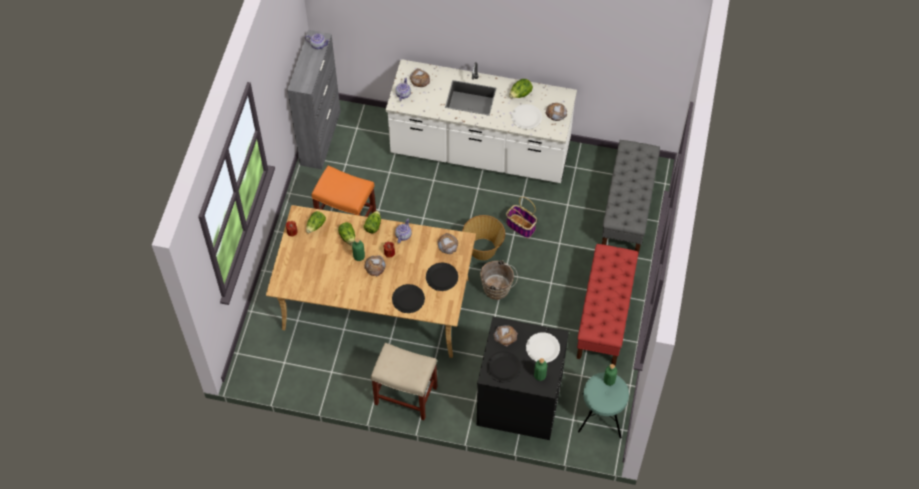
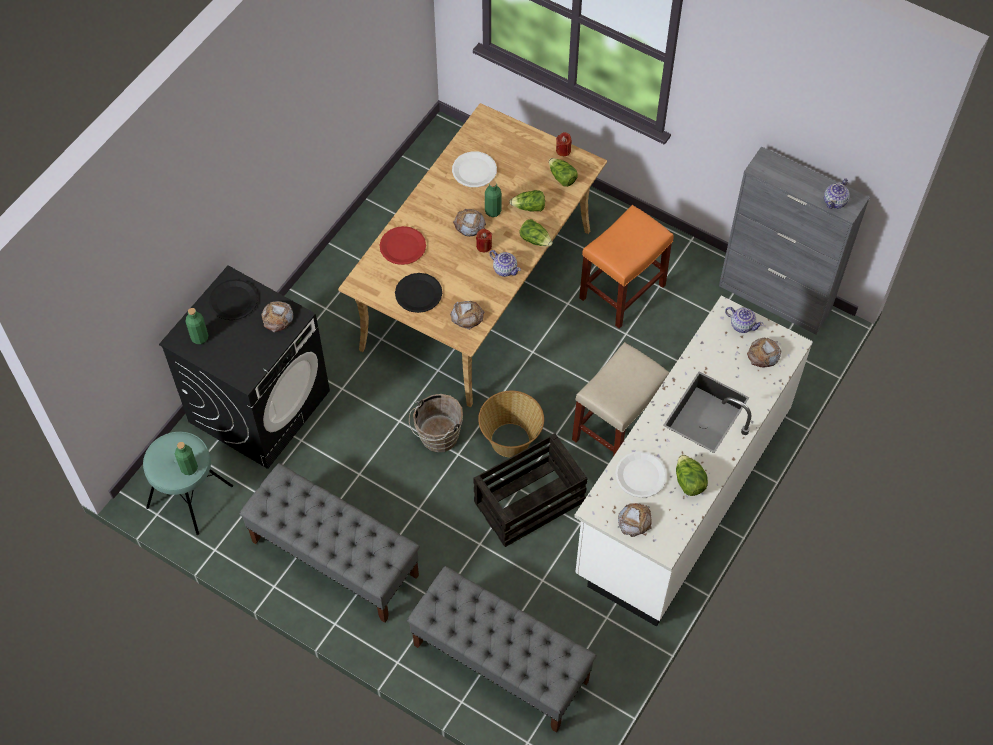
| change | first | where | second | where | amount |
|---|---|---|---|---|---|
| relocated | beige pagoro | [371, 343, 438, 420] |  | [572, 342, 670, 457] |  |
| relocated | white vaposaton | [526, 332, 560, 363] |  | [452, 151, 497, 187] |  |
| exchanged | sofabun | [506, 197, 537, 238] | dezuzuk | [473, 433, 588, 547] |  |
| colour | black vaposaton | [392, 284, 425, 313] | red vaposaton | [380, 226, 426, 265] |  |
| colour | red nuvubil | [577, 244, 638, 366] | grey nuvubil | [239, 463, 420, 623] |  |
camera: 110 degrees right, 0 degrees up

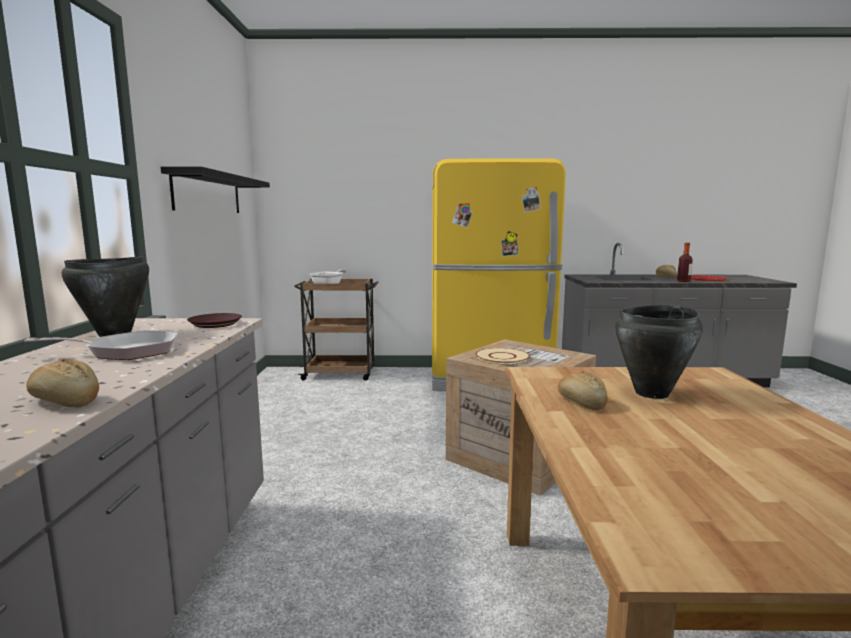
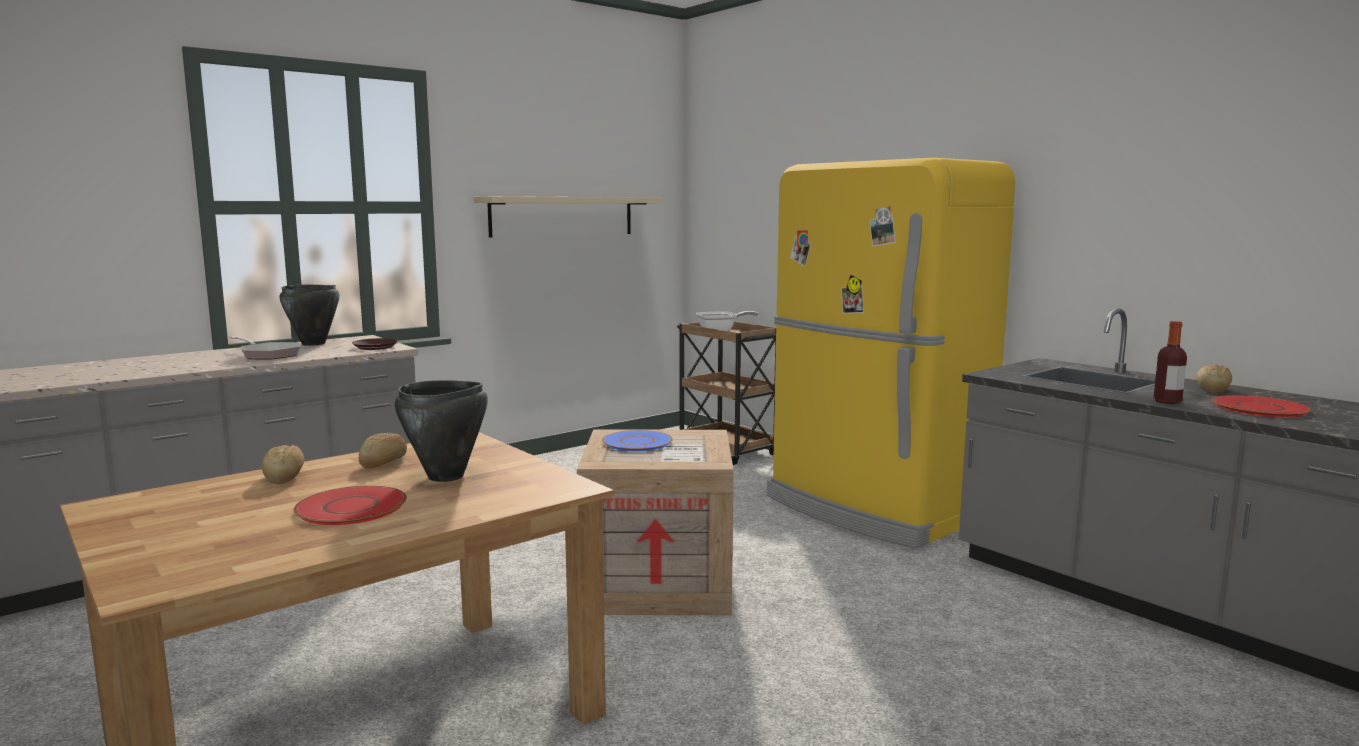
| change | first | where | second | where | amount |
|---|---|---|---|---|---|
| appeared |  |  | red vaposaton | [293, 486, 407, 525] |  |
| relocated | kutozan | [26, 359, 99, 407] |  | [262, 445, 304, 484] |  |
| colour | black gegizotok | [161, 167, 270, 213] | beige gegizotok | [473, 196, 662, 238] |  |
| colour | beige vaposaton | [475, 348, 530, 364] | blue vaposaton | [602, 430, 673, 451] |  |
camera: 50 degrees right, 0 degrees up

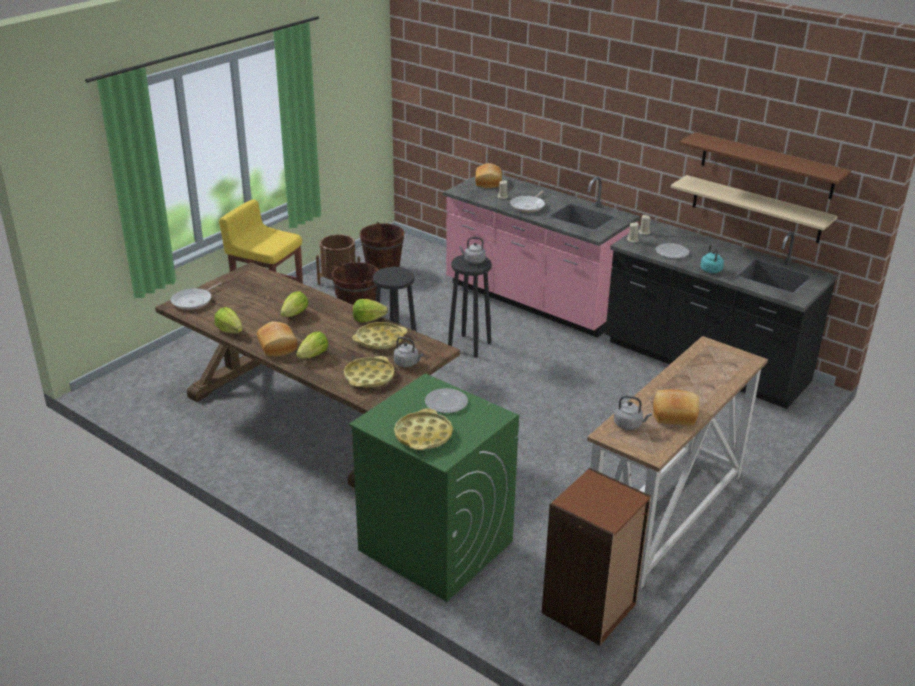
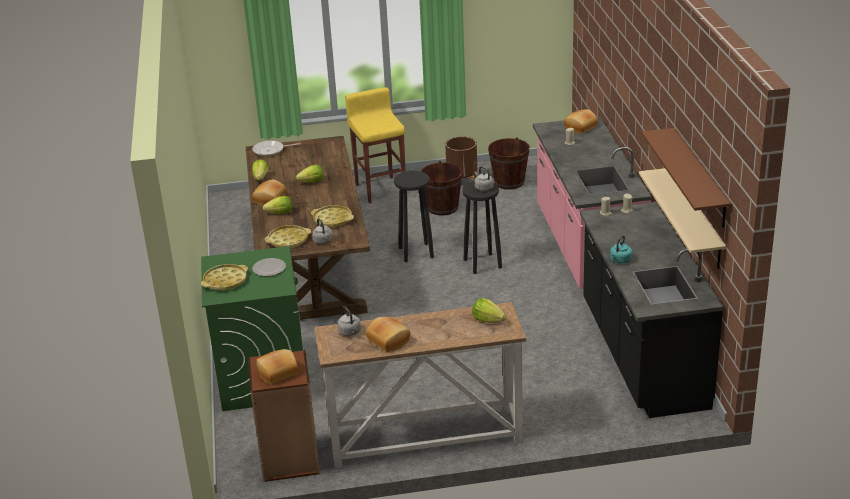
| change | first | where | second | where | amount |
|---|---|---|---|---|---|
| missing | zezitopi | [510, 191, 545, 212] |  |  |  |
| missing | vaposaton | [655, 243, 689, 259] |  |  |  |
| appeared |  |  | kutozan | [256, 349, 298, 384] |  |
| relocated | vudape | [353, 299, 388, 322] |  | [472, 298, 506, 323] |  |
camera: 45 degrees right, 0 degrees up

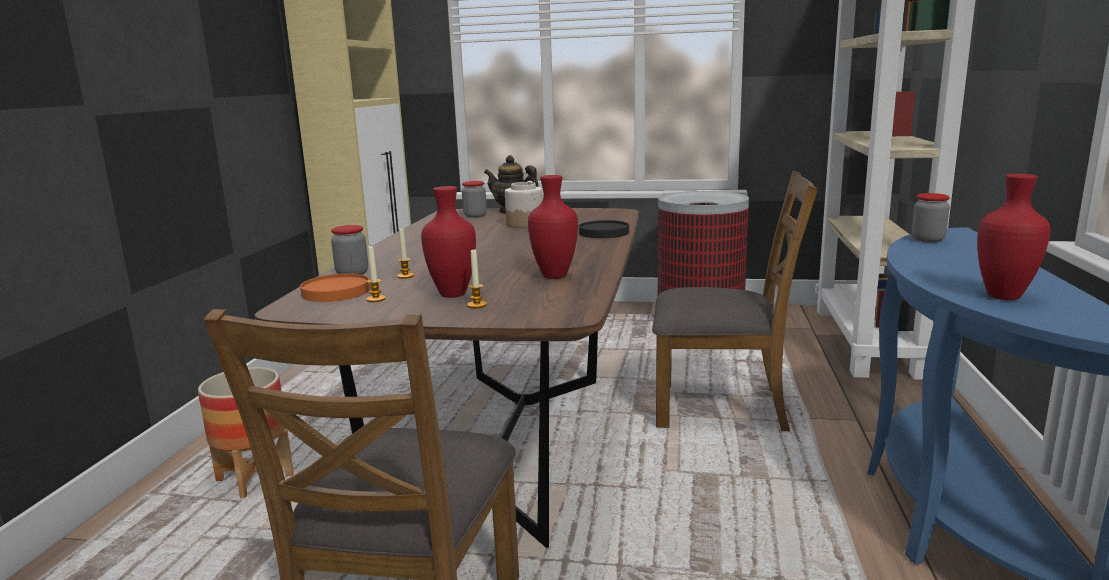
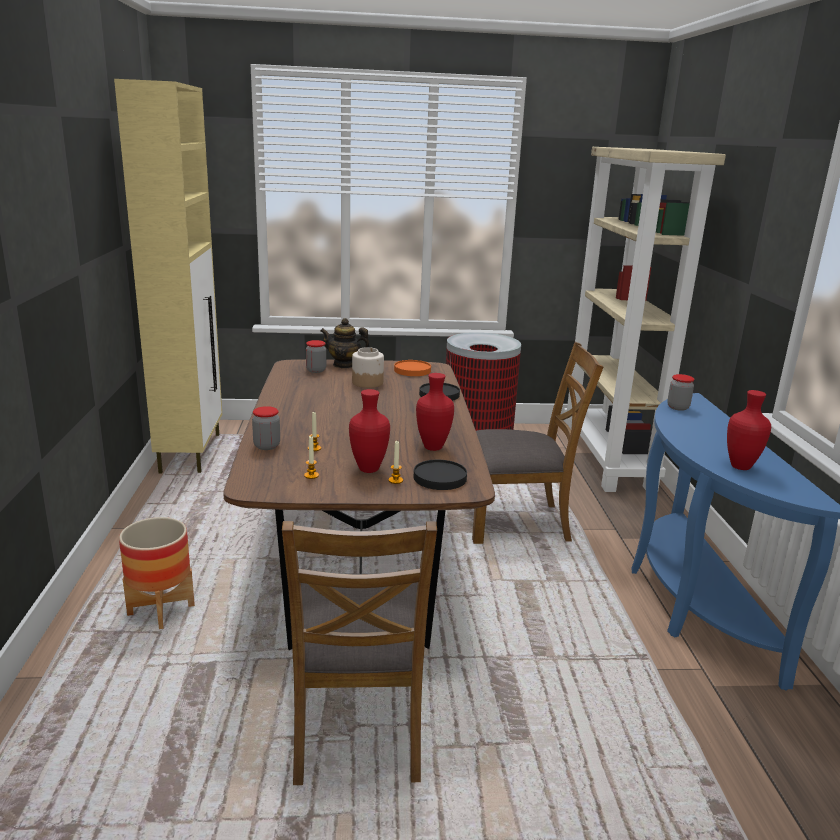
| change | first | where | second | where | amount |
|---|---|---|---|---|---|
| appeared |  |  | black vaposaton | [414, 460, 467, 490] |  |
| relocated | orange vaposaton | [300, 273, 370, 302] |  | [394, 360, 431, 376] |  |
camera: 15 degrees left, 5 degrees up

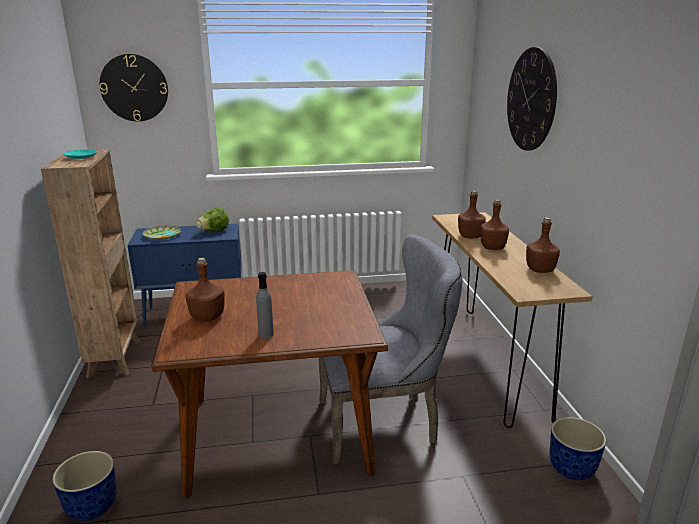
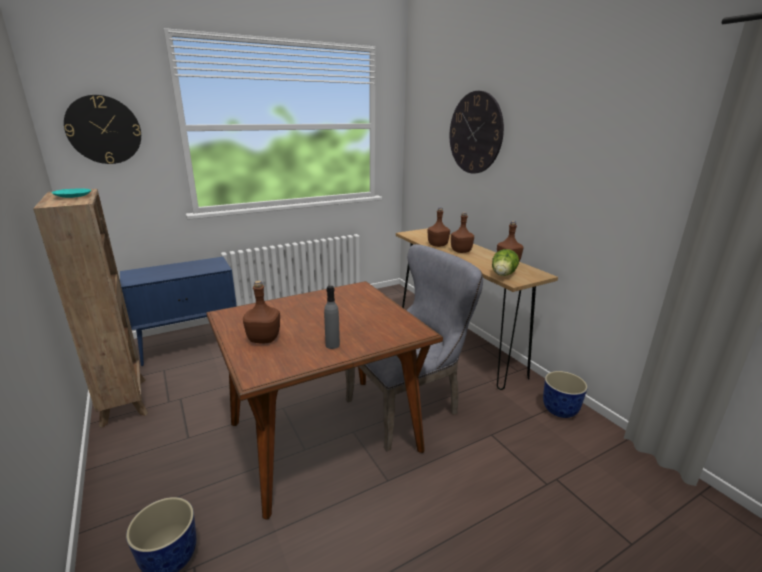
| change | first | where | second | where | amount |
|---|---|---|---|---|---|
| missing | vaposaton | [143, 225, 181, 240] |  |  |  |
| relocated | vudape | [196, 208, 229, 231] |  | [492, 249, 519, 276] |  |
camera: 20 degrees left, 0 degrees up

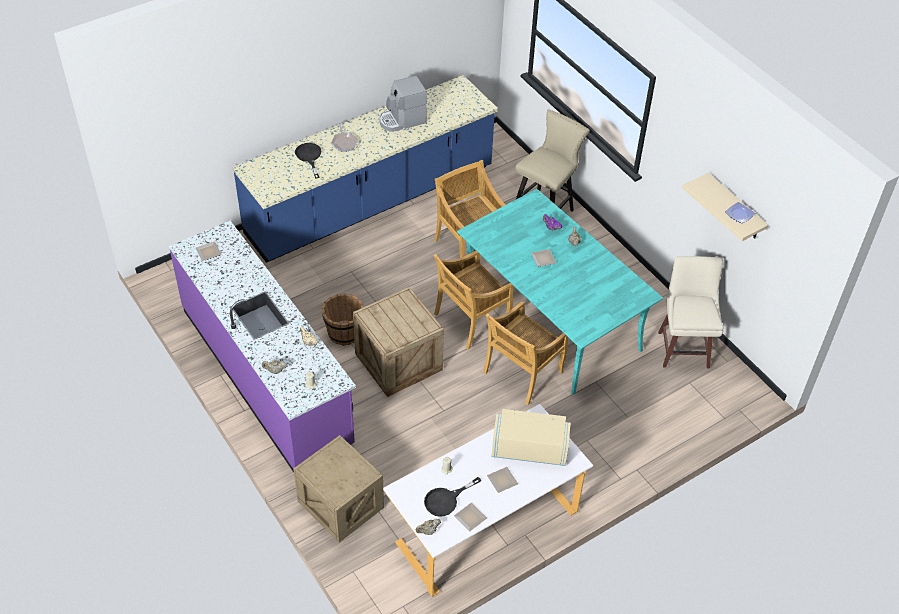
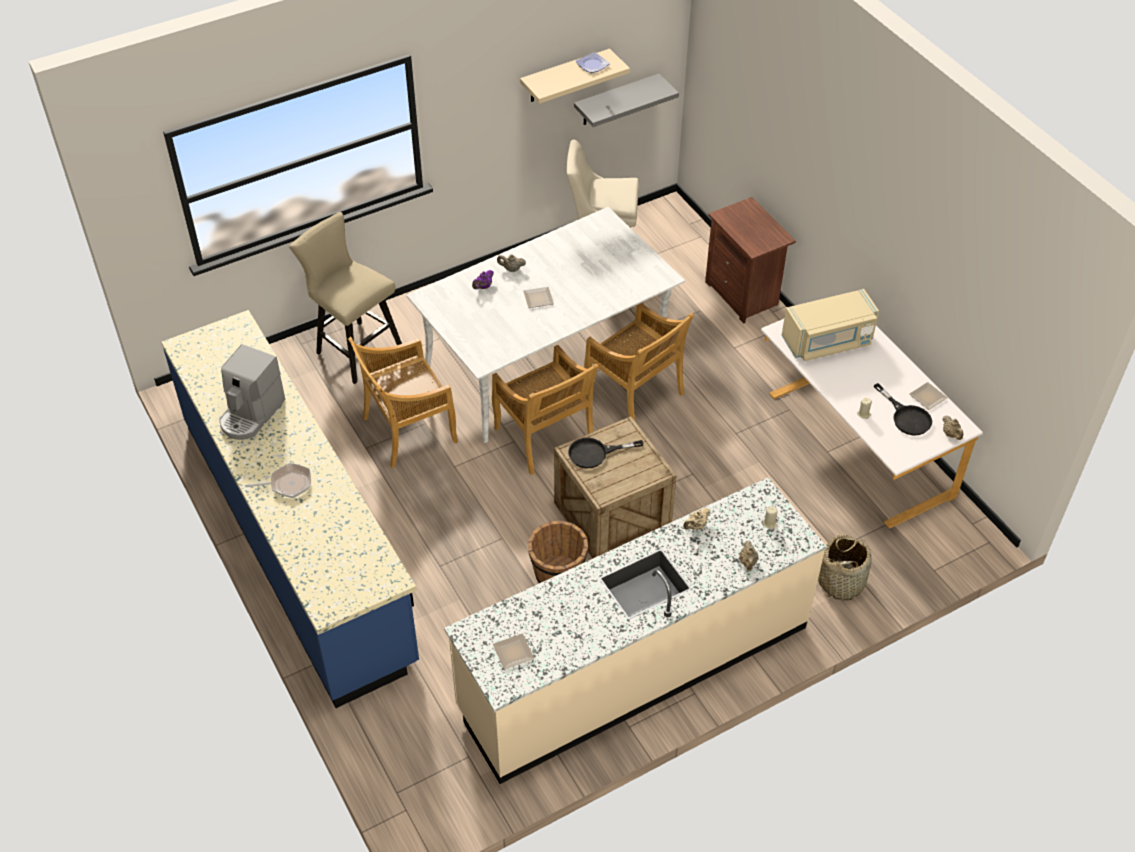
| change | first | where | second | where | amount |
|---|---|---|---|---|---|
| missing | vaposaton | [487, 467, 518, 493] |  |  |  |
| appeared |  |  | grey gegizotok | [574, 74, 679, 127] |  |
| appeared |  |  | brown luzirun | [705, 197, 796, 324] |  |
| relocated | black zezitopi | [295, 143, 321, 179] |  | [568, 437, 643, 469] |  |
| exchanged | dezuzuk | [293, 435, 384, 542] | sofabun | [818, 534, 871, 601] |  |
| colour | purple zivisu | [169, 221, 356, 472] | beige zivisu | [444, 478, 827, 784] |  |
| colour | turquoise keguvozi | [457, 189, 663, 395] | white keguvozi | [407, 207, 685, 443] |  |
| spun | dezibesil | [379, 76, 427, 132] |  | [219, 344, 286, 440] | 45 degrees clockwise |
| spun | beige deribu | [492, 409, 571, 466] |  | [782, 289, 879, 361] | 120 degrees counterclockwise |
camera: 85 degrees left, 0 degrees up

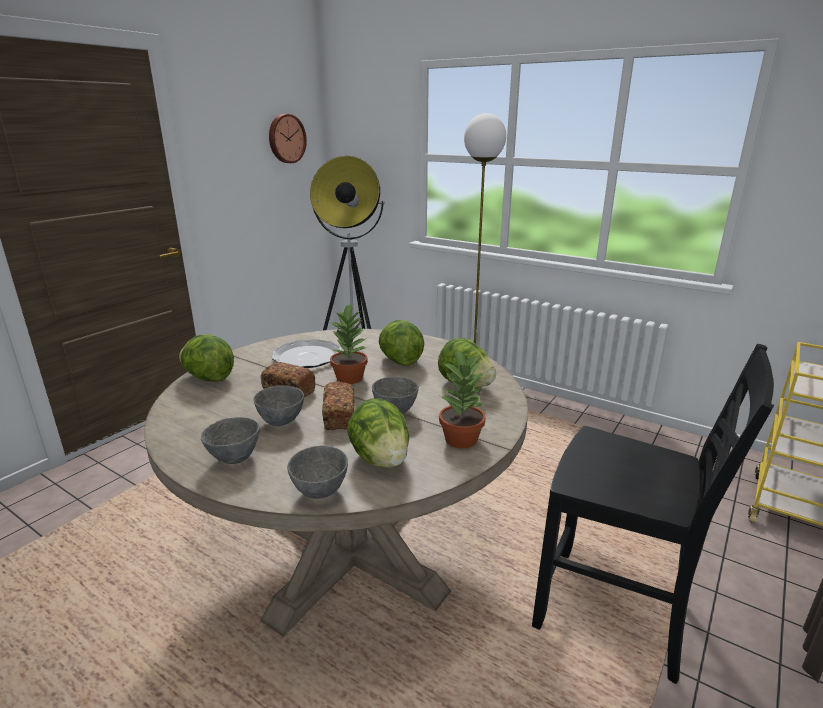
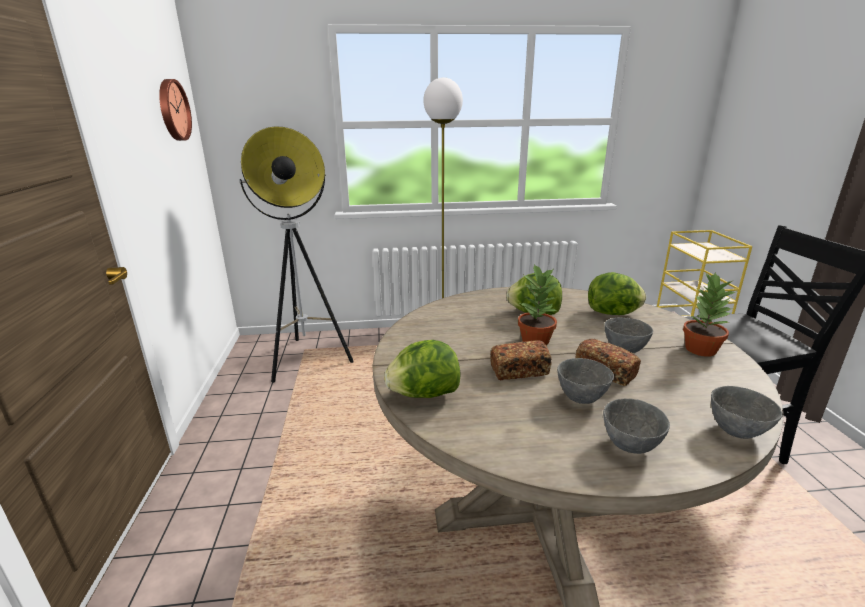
| change | first | where | second | where | amount |
|---|---|---|---|---|---|
| missing | vaposaton | [271, 339, 341, 368] |  |  |  |
| missing | vudape | [347, 398, 409, 468] |  |  |  |
camera: 40 degrees left, 0 degrees up

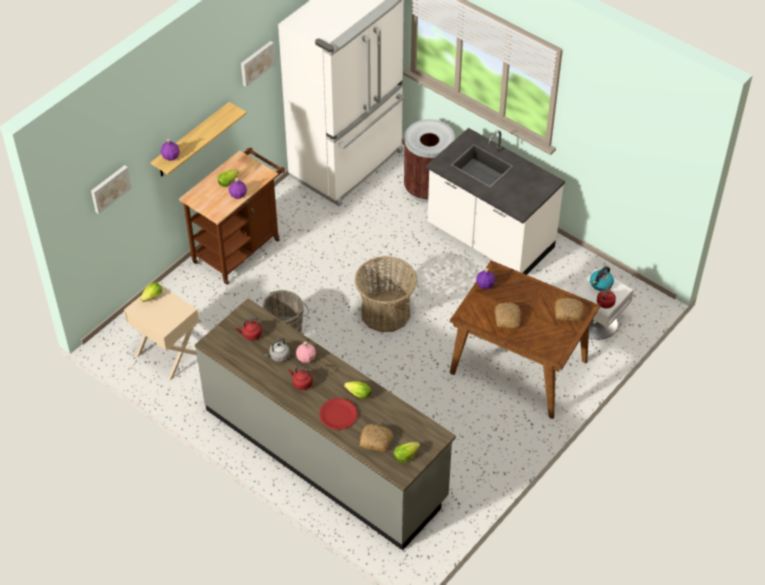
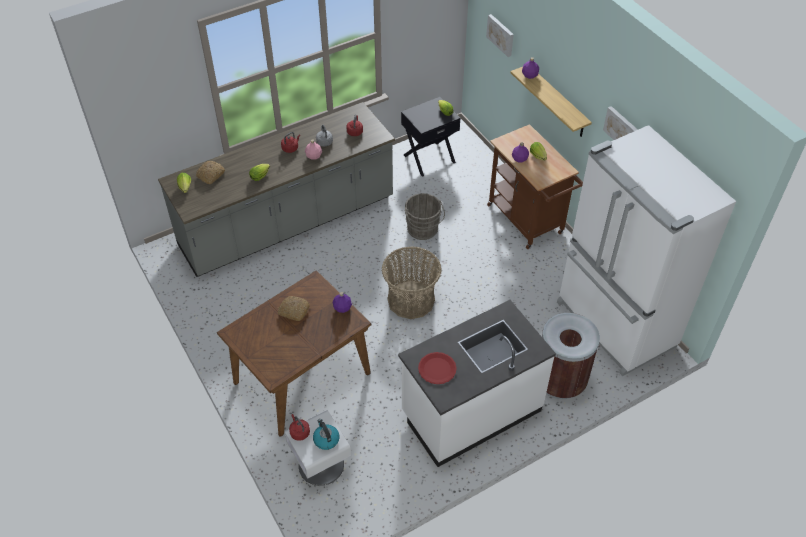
| change | first | where | second | where | amount |
|---|---|---|---|---|---|
| missing | kutozan | [555, 298, 584, 321] |  |  |  |
| relocated | red vaposaton | [319, 398, 358, 430] |  | [418, 352, 457, 384] |  |
| colour | beige luzirun | [124, 282, 199, 381] | black luzirun | [401, 97, 461, 177] |  |
camera: 110 degrees right, 0 degrees up

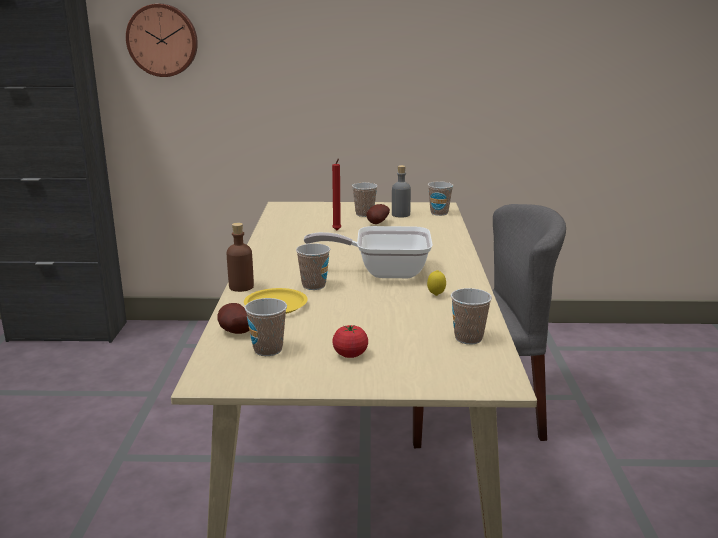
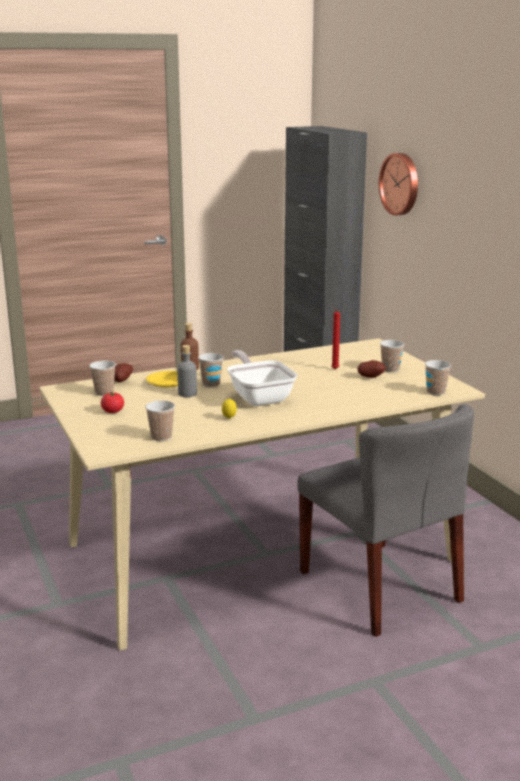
| change | first | where | second | where | amount |
|---|---|---|---|---|---|
| relocated | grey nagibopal | [392, 165, 411, 218] |  | [177, 345, 197, 397] |  |
camera: 65 degrees right, 0 degrees up

